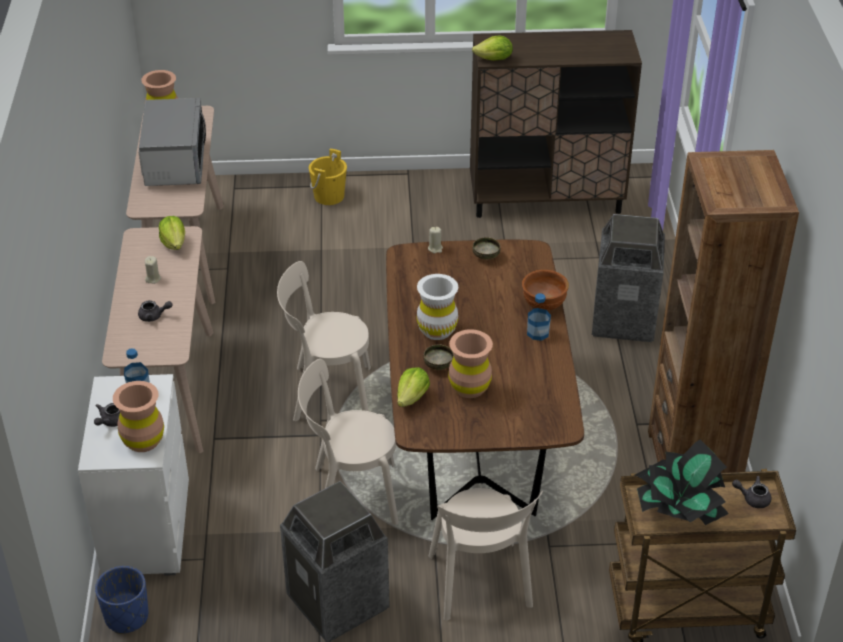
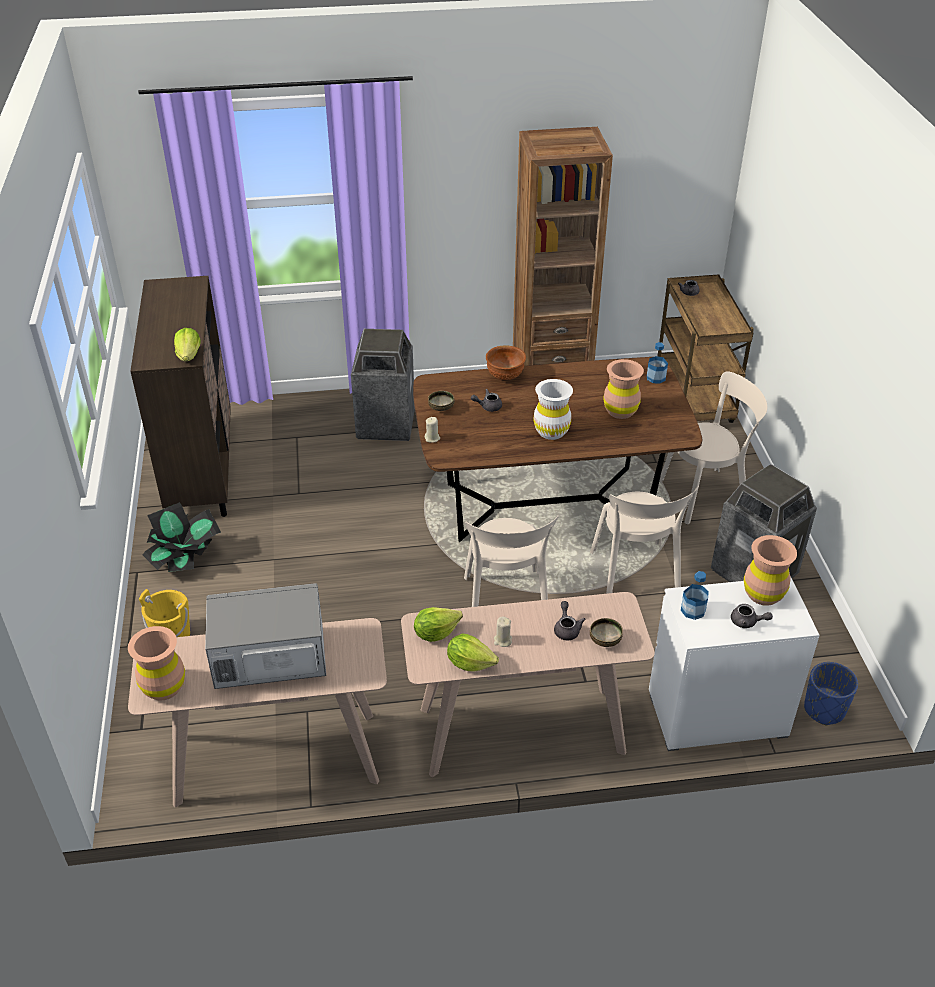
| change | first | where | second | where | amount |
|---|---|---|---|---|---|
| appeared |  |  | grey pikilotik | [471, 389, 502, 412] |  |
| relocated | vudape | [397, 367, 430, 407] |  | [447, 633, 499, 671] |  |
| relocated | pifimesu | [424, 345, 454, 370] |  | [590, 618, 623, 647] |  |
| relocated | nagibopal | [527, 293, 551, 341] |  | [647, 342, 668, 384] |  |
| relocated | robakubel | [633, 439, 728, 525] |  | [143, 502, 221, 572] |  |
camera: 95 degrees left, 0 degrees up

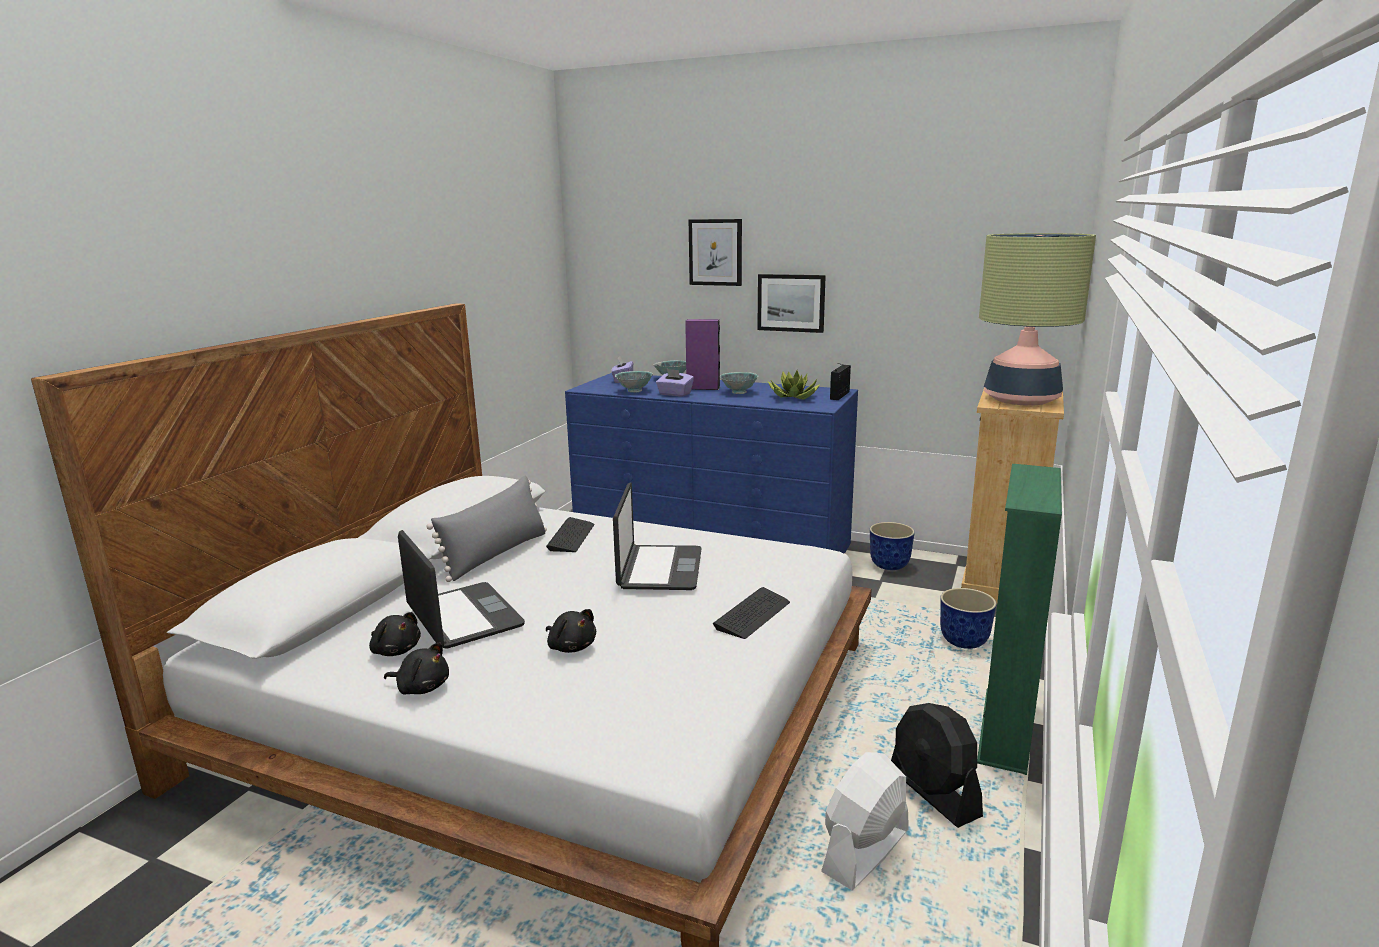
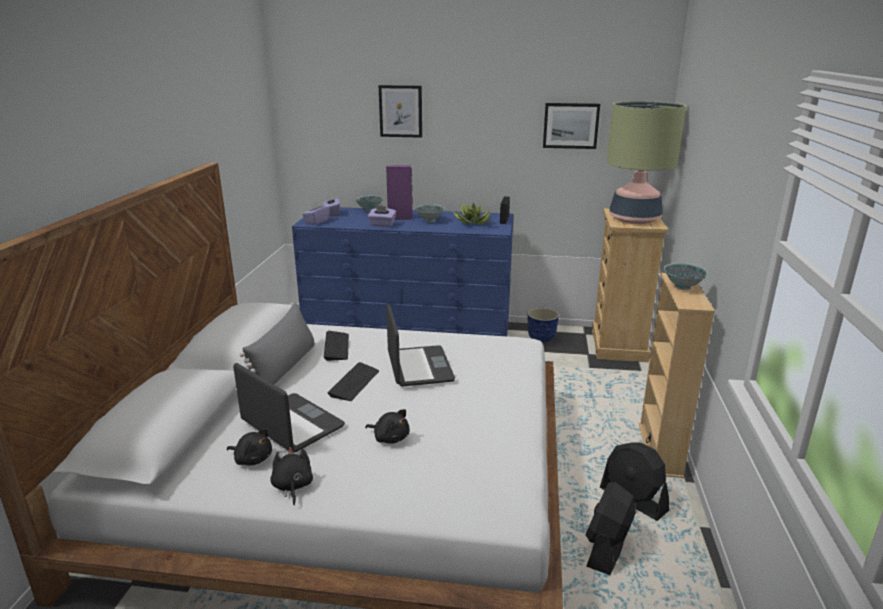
| change | first | where | second | where | amount |
|---|---|---|---|---|---|
| missing | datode | [940, 588, 996, 649] |  |  |  |
| appeared |  |  | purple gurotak | [302, 201, 330, 225] |  |
| relocated | pifimesu | [615, 371, 653, 393] |  | [664, 263, 708, 290] |  |
| relocated | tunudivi | [713, 587, 790, 639] |  | [328, 362, 379, 401] |  |
| relocated | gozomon | [757, 274, 826, 333] |  | [543, 103, 600, 149] |  |
| colour | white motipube | [821, 752, 909, 891] | black motipube | [586, 482, 636, 575] |  |
| colour | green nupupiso | [977, 464, 1062, 775] | beige nupupiso | [639, 273, 715, 478] |  |
| spun | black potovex | [384, 642, 449, 695] |  | [271, 447, 313, 505] | 105 degrees counterclockwise |
camera: 15 degrees left, 5 degrees up

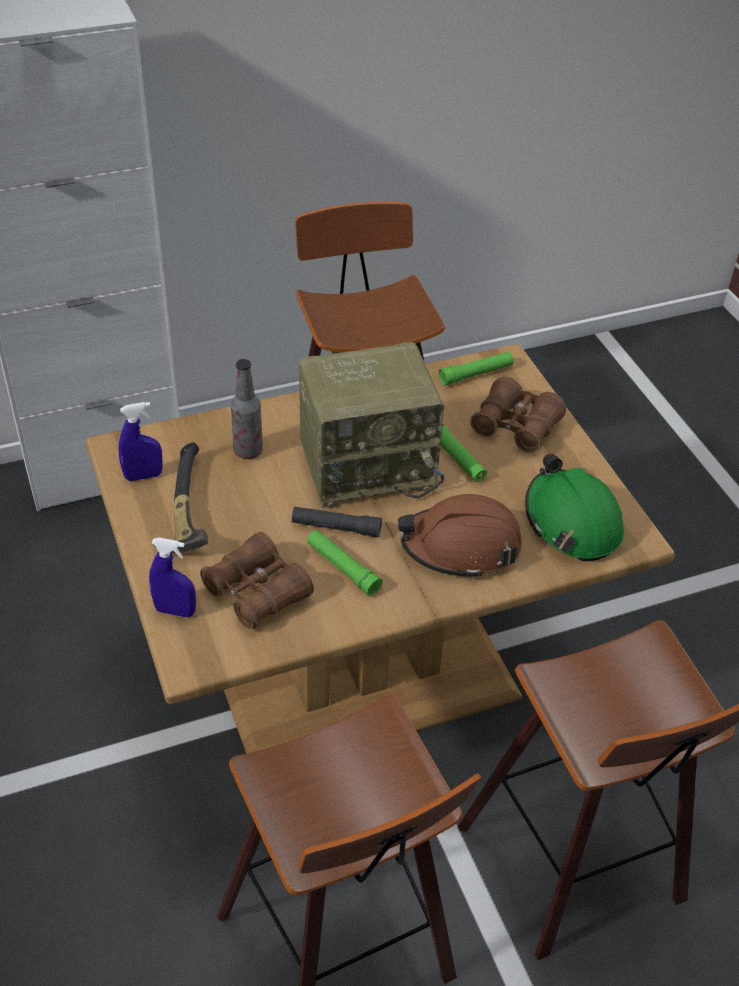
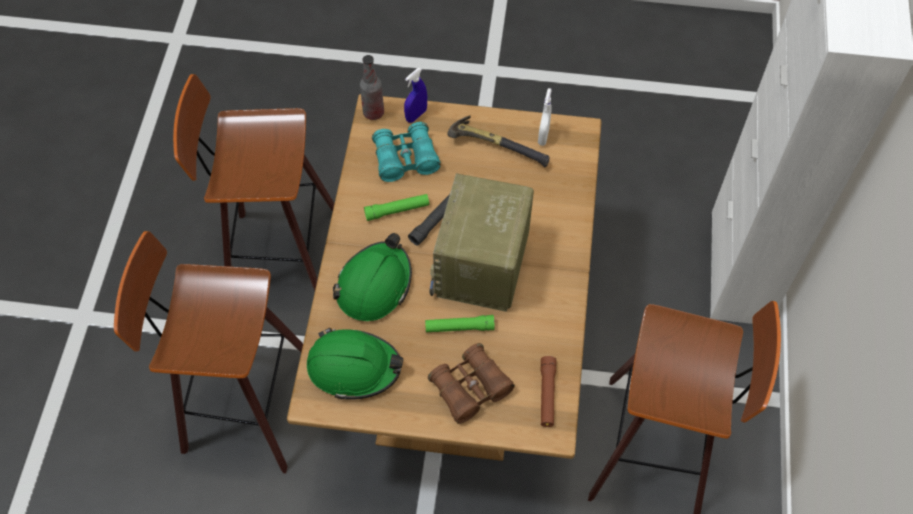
| change | first | where | second | where | amount |
|---|---|---|---|---|---|
| relocated | nagibopal | [231, 359, 263, 459] |  | [360, 55, 384, 120] |  |
| colour | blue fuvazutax | [119, 402, 163, 481] | white fuvazutax | [538, 88, 552, 146] |  |
| colour | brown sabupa | [200, 532, 314, 630] | turquoise sabupa | [372, 122, 441, 182] |  |
| colour | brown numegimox | [398, 494, 522, 579] | green numegimox | [333, 233, 412, 321] |  |
| colour | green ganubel | [439, 352, 514, 386] | brown ganubel | [541, 356, 557, 427] |  |
camera: 120 degrees right, 15 degrees up

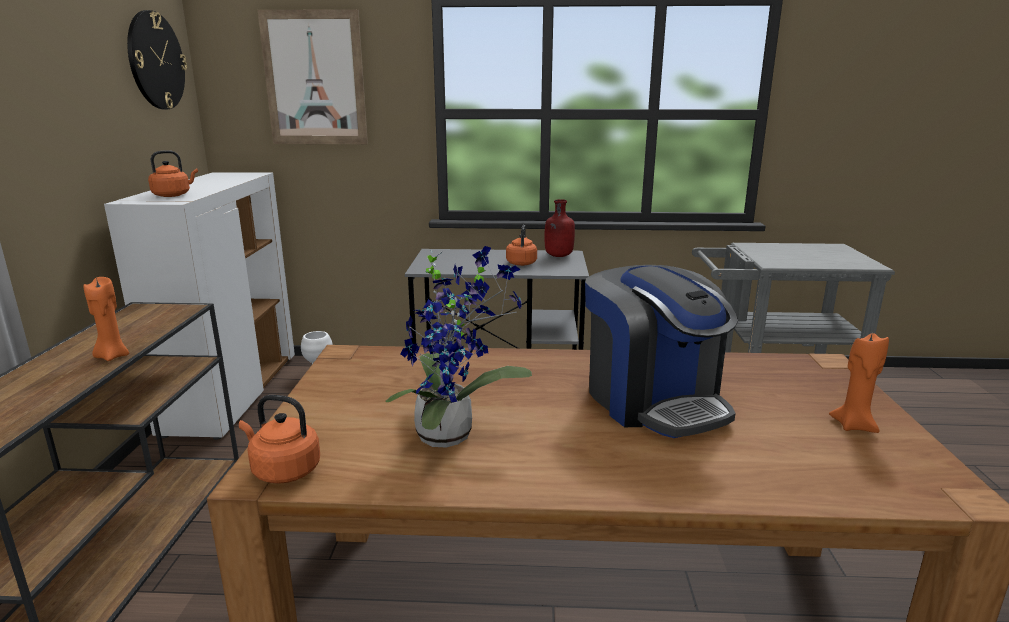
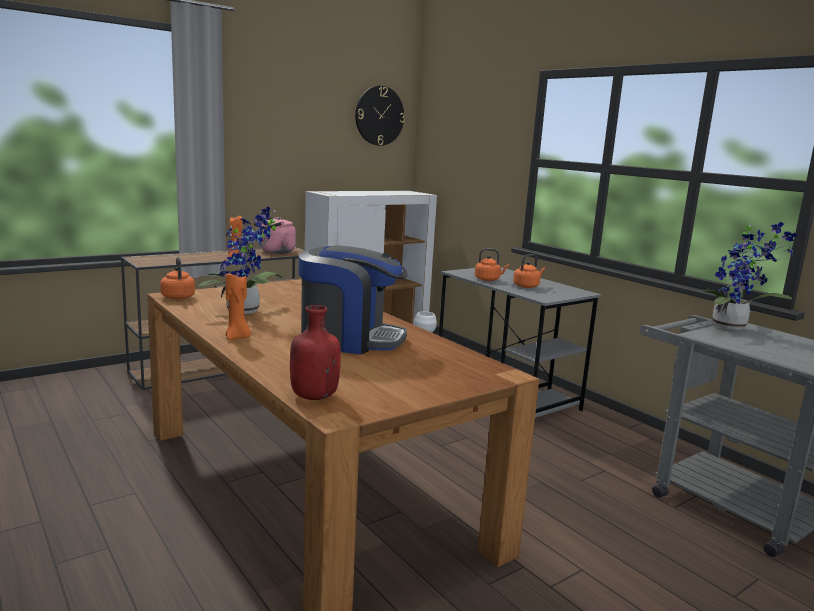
| change | first | where | second | where | amount |
|---|---|---|---|---|---|
| missing | gozomon | [258, 9, 368, 144] |  |  |  |
| appeared |  |  | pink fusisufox | [254, 217, 296, 253] |  |
| appeared |  |  | robakubel | [699, 222, 798, 330] |  |
| relocated | orange fusisufox | [148, 150, 198, 197] |  | [475, 248, 509, 281] |  |
| relocated | red nagibopal | [545, 199, 575, 257] |  | [290, 305, 341, 400] |  |
| relocated | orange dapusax | [829, 333, 889, 433] |  | [225, 274, 251, 340] |  |
| spun | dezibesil | [585, 265, 738, 438] |  | [298, 245, 408, 354] | 105 degrees counterclockwise |
camera: 50 degrees right, 5 degrees down

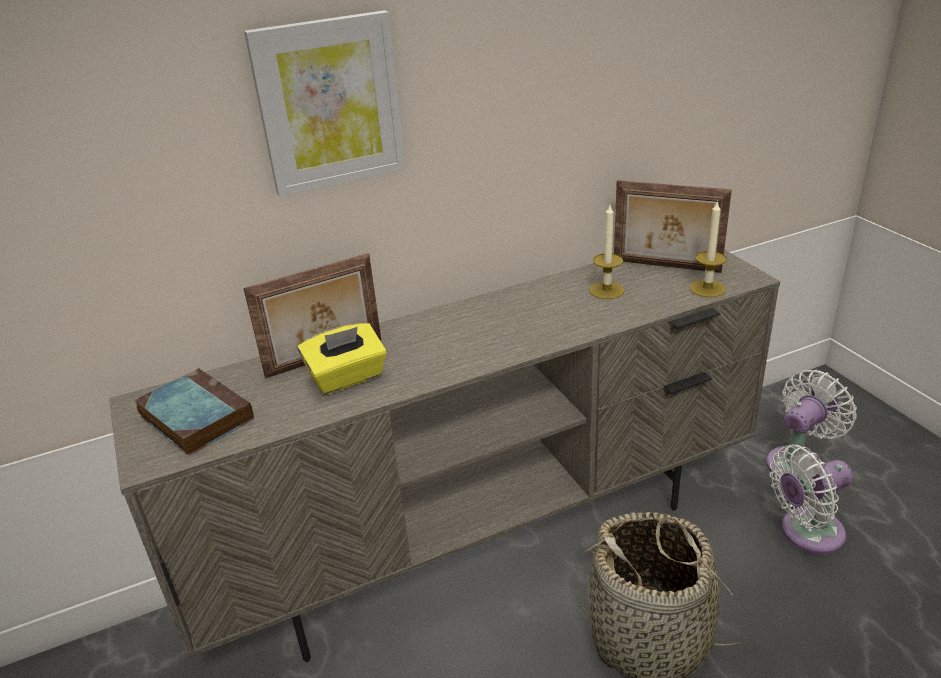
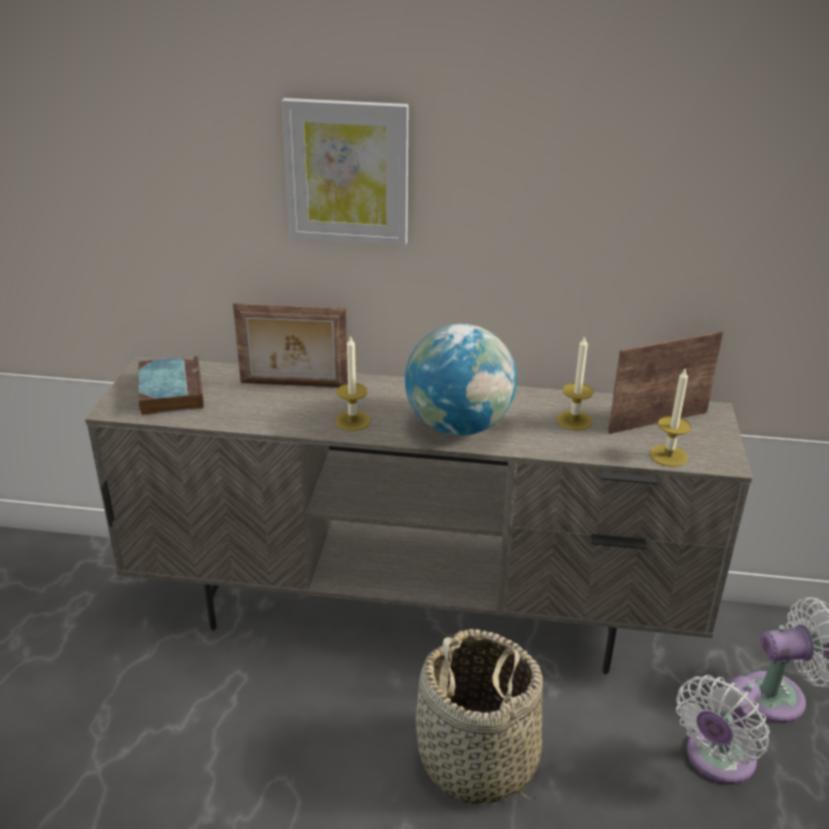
| change | first | where | second | where | amount |
|---|---|---|---|---|---|
| missing | yellow gurotak | [298, 323, 387, 395] |  |  |  |
| appeared |  |  | dapusax | [335, 335, 371, 431] |  |
| appeared |  |  | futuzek | [405, 324, 517, 436] |  |
| spun | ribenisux | [614, 180, 732, 273] |  | [608, 331, 724, 434] | 105 degrees clockwise |
| spun | white motipube | [770, 445, 853, 554] |  | [676, 675, 770, 785] | 60 degrees counterclockwise |
camera: 30 degrees right, 0 degrees up

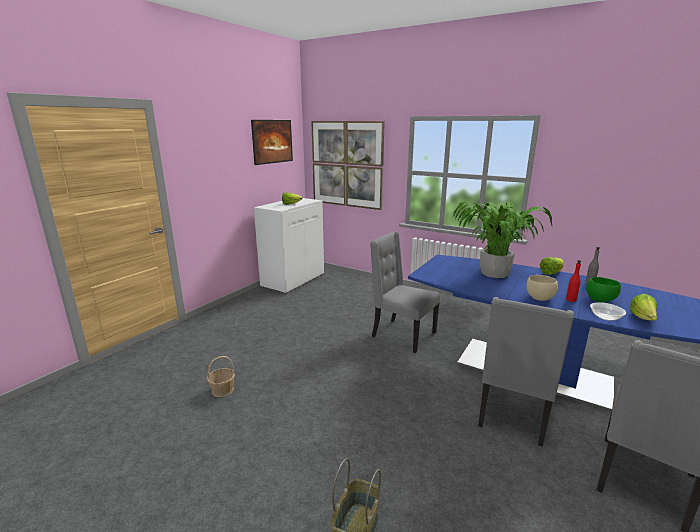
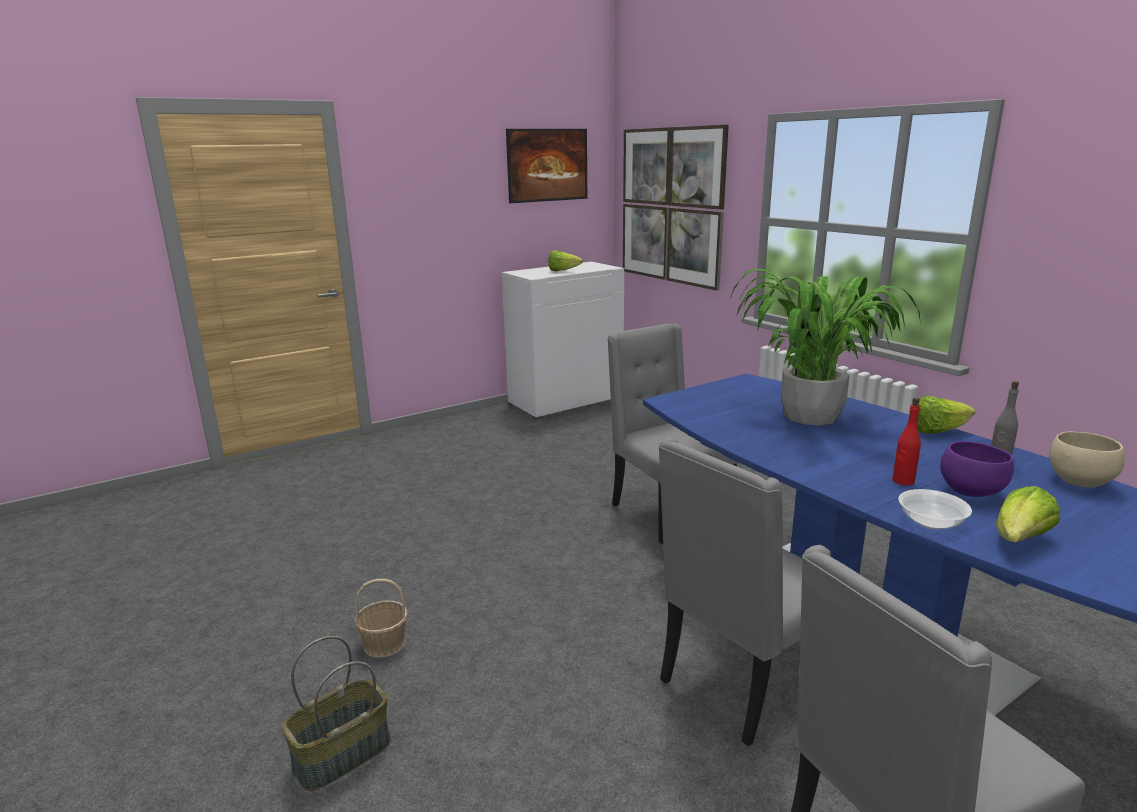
| change | first | where | second | where | amount |
|---|---|---|---|---|---|
| relocated | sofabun | [207, 356, 235, 397] |  | [355, 579, 408, 658] |  |
| relocated | beige pifimesu | [526, 275, 558, 301] |  | [1049, 431, 1125, 488] |  |
| colour | green pifimesu | [586, 277, 621, 302] | purple pifimesu | [940, 441, 1014, 497] |  |
camera: 25 degrees right, 0 degrees up

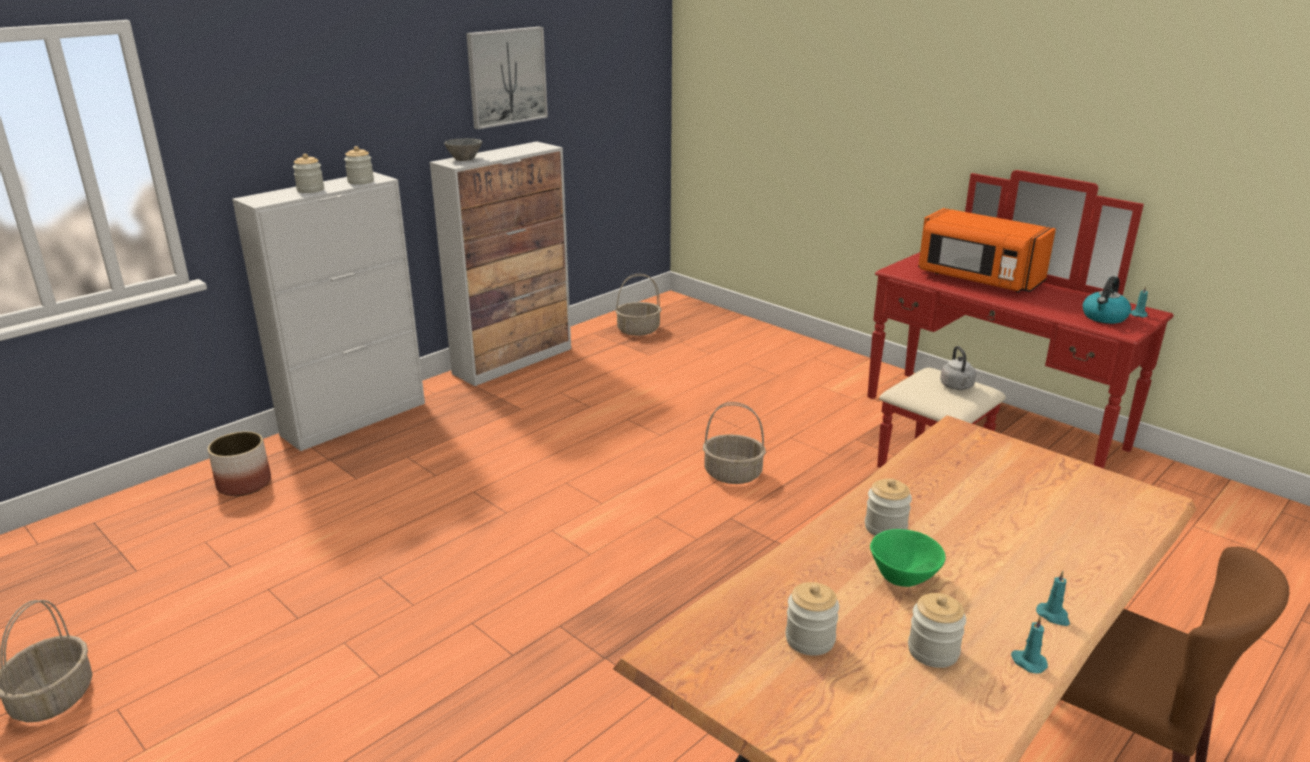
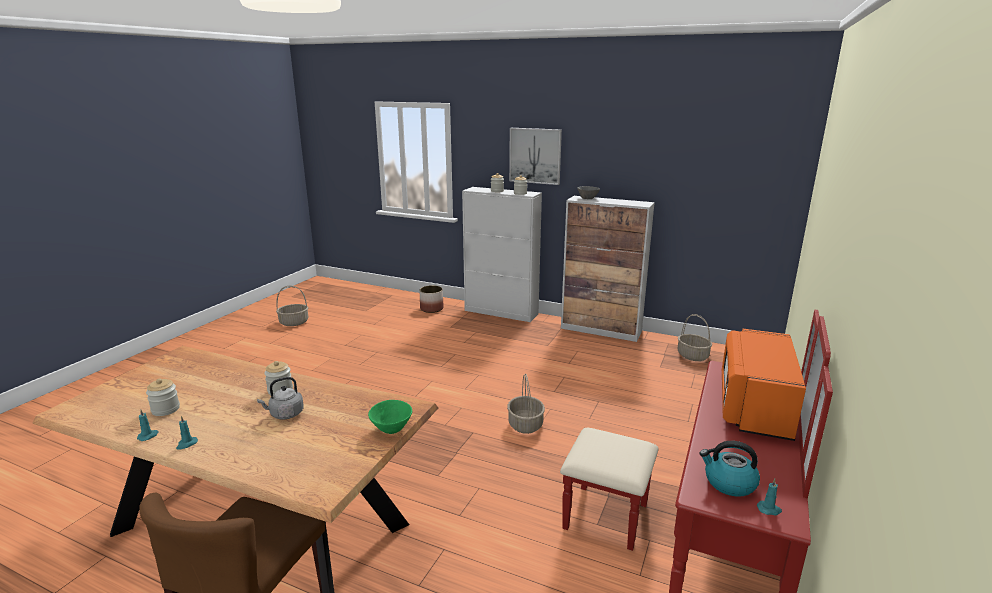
| change | first | where | second | where | amount |
|---|---|---|---|---|---|
| missing | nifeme | [785, 582, 839, 656] |  |  |  |
| relocated | gozomon | [466, 27, 548, 129] |  | [509, 128, 562, 185] |  |
| relocated | green pifimesu | [870, 529, 946, 587] |  | [368, 400, 412, 434] |  |
| relocated | grey fusisufox | [940, 346, 976, 390] |  | [257, 377, 304, 419] |  |
camera: 70 degrees right, 5 degrees down

